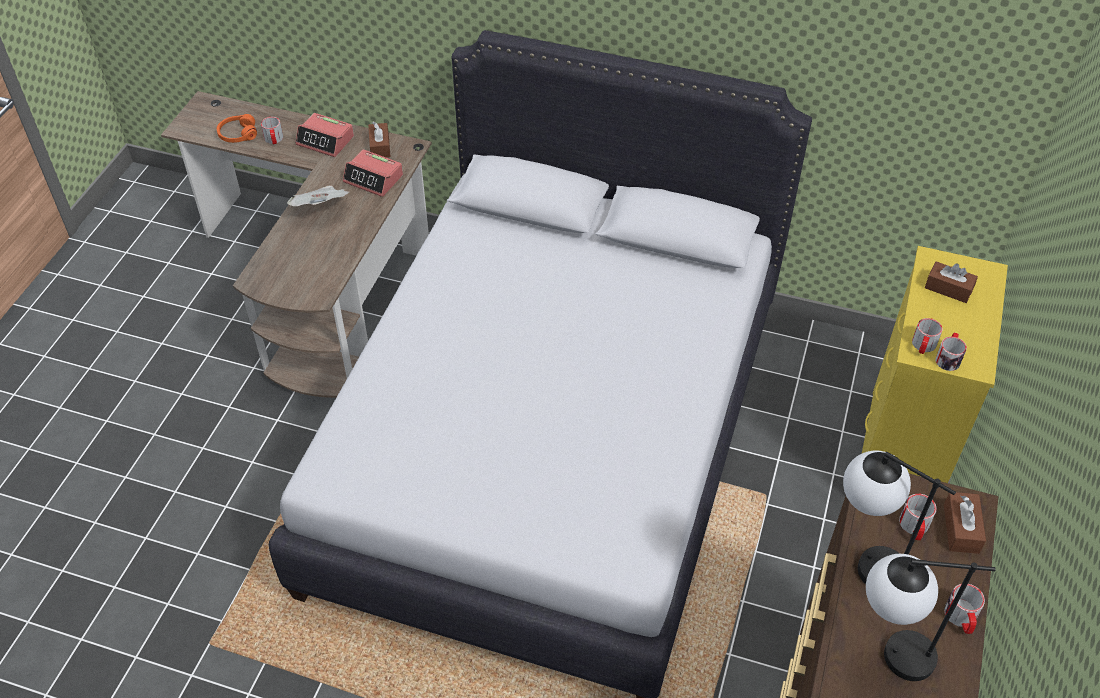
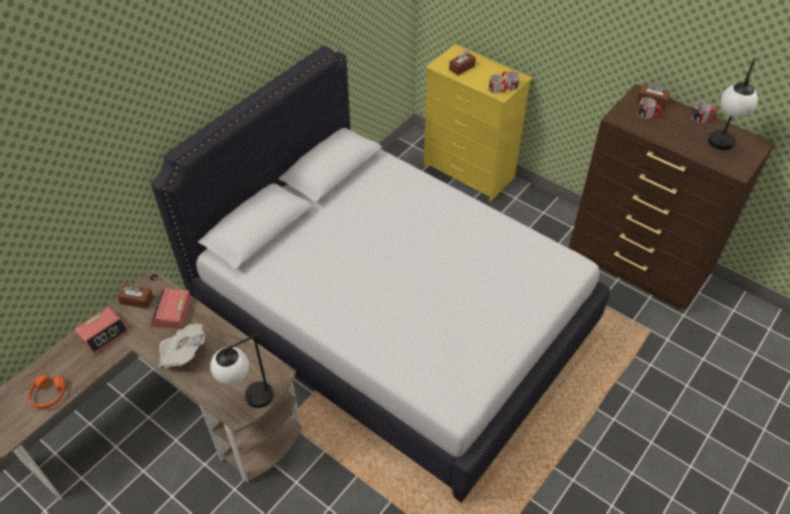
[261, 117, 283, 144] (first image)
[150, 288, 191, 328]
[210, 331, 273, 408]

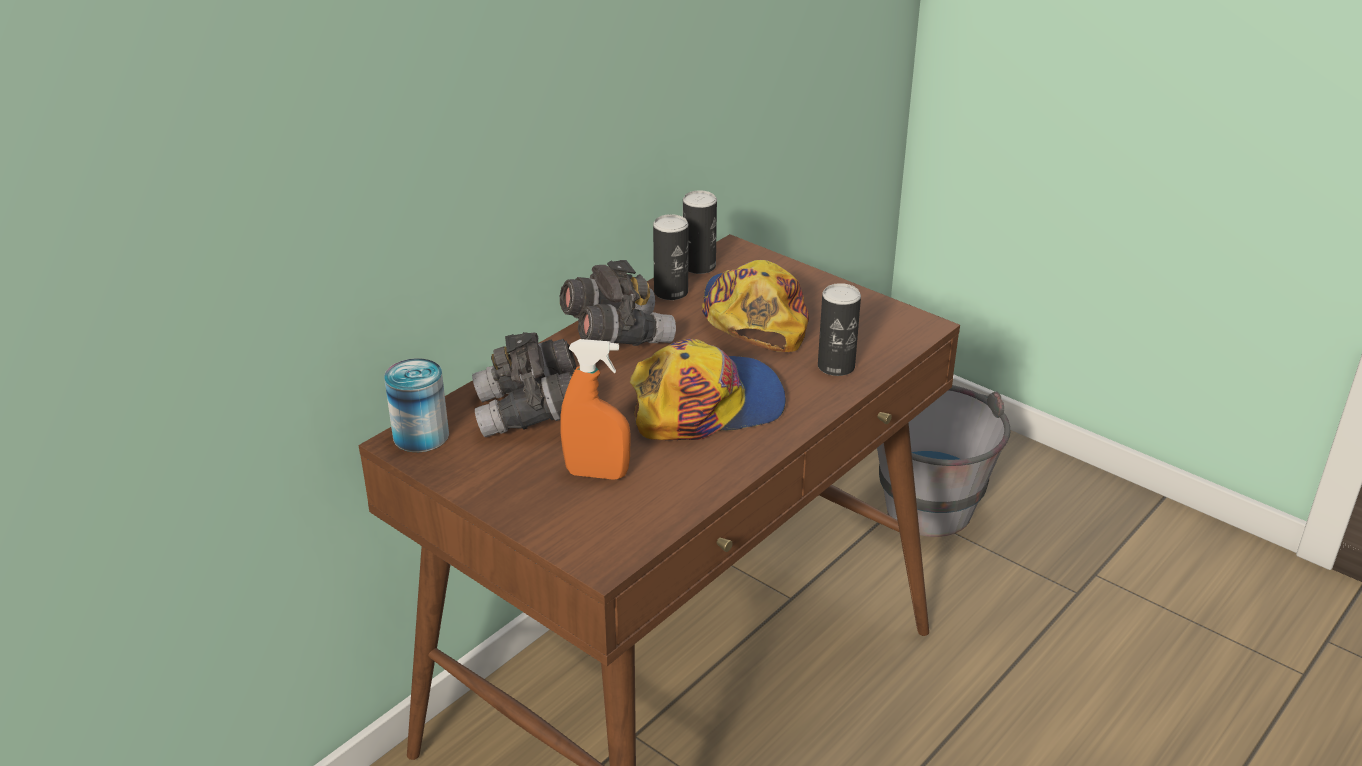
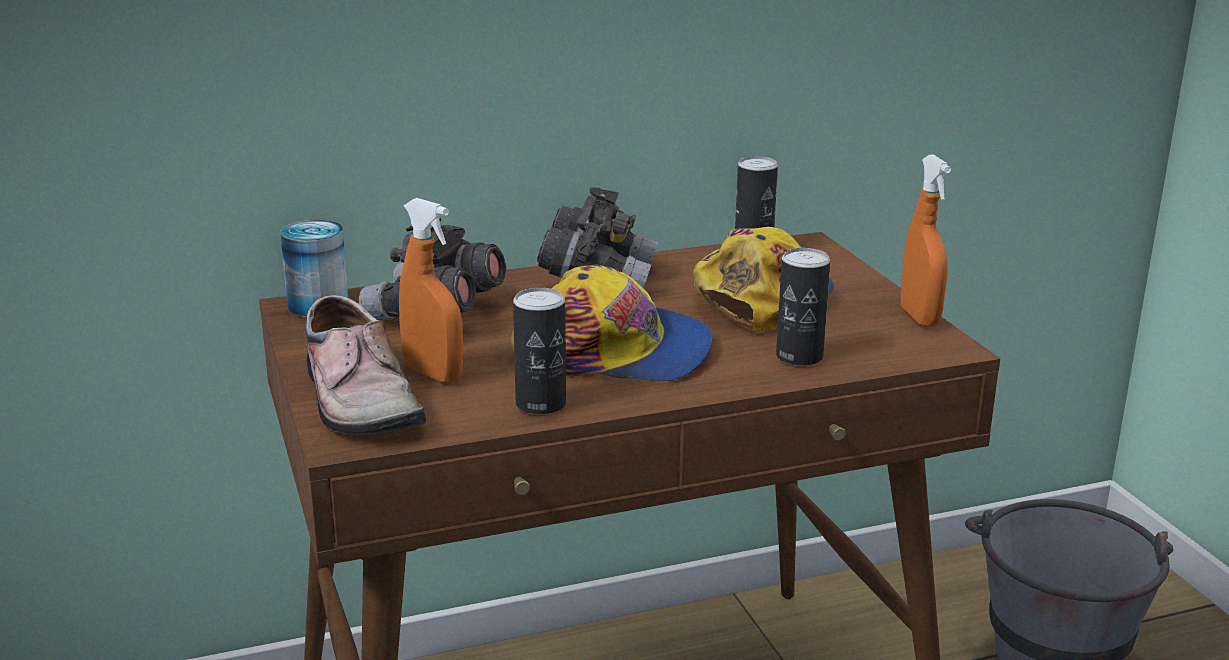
[513, 288, 566, 415]
[306, 295, 426, 435]
[901, 154, 951, 327]

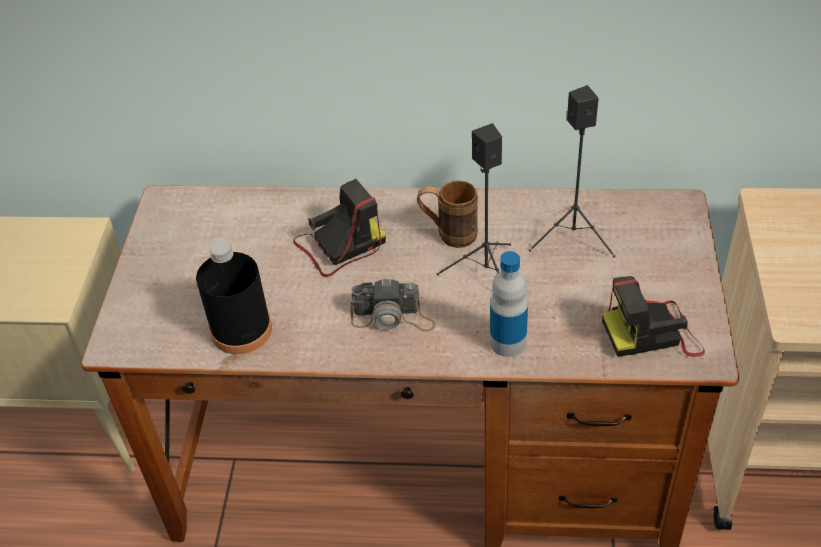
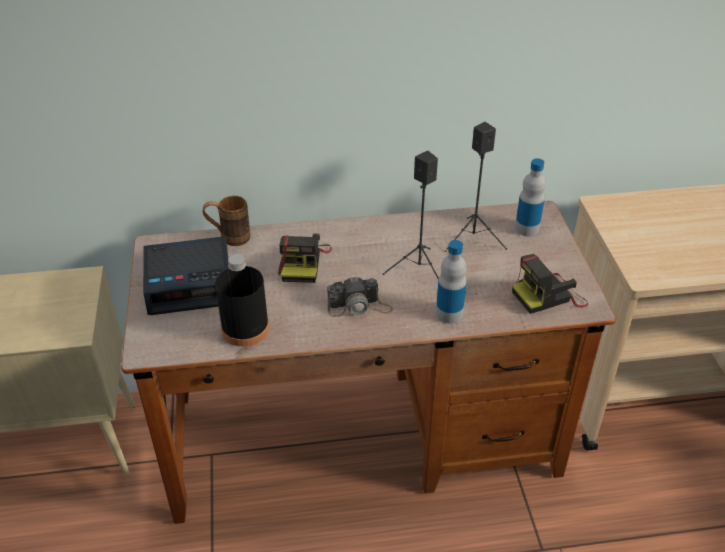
[278, 233, 332, 283]
[203, 196, 250, 246]
[143, 236, 229, 315]
[515, 158, 546, 237]

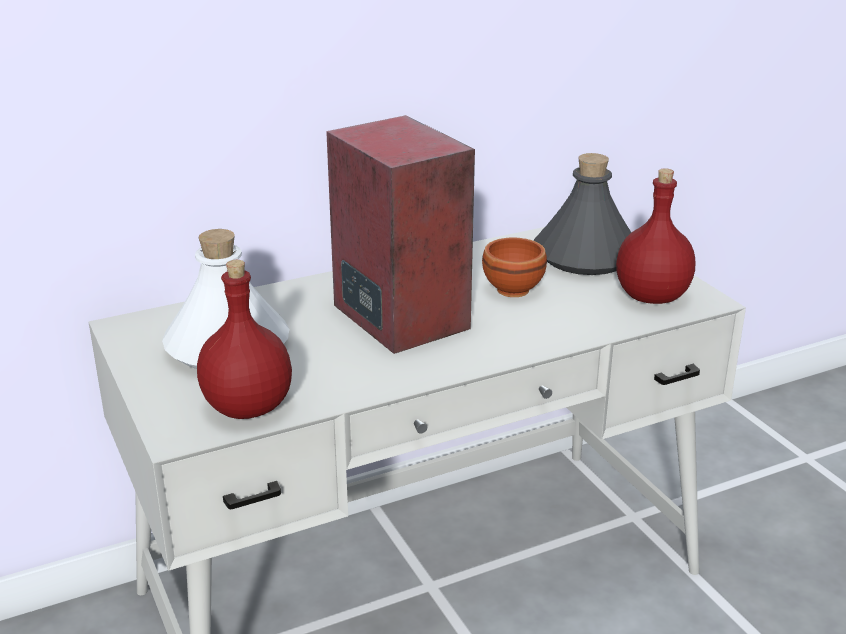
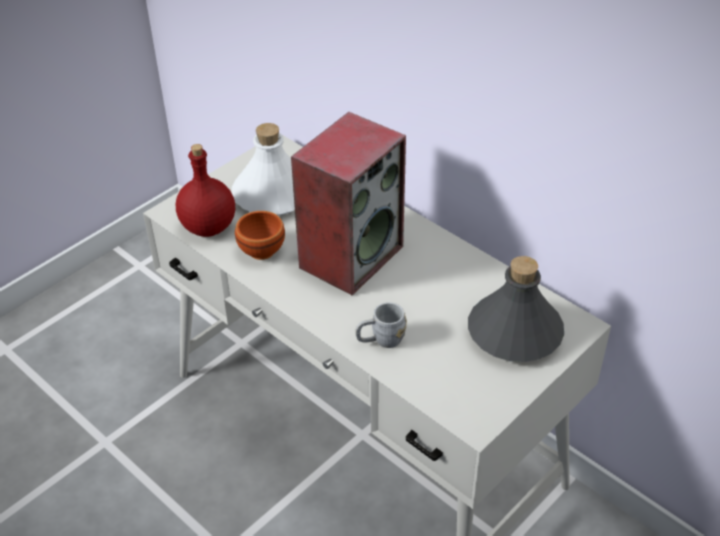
[235, 211, 285, 260]
[616, 168, 695, 304] (first image)
[355, 302, 407, 348]

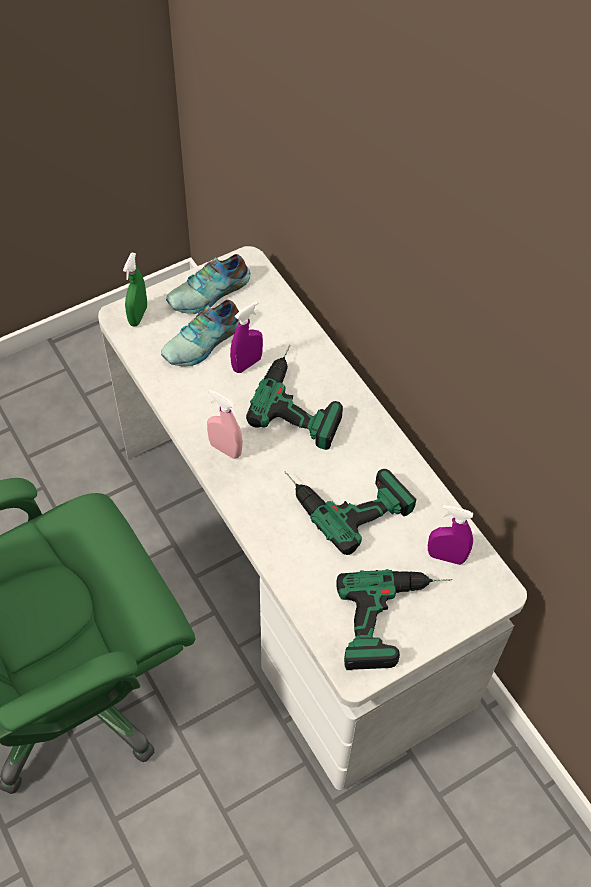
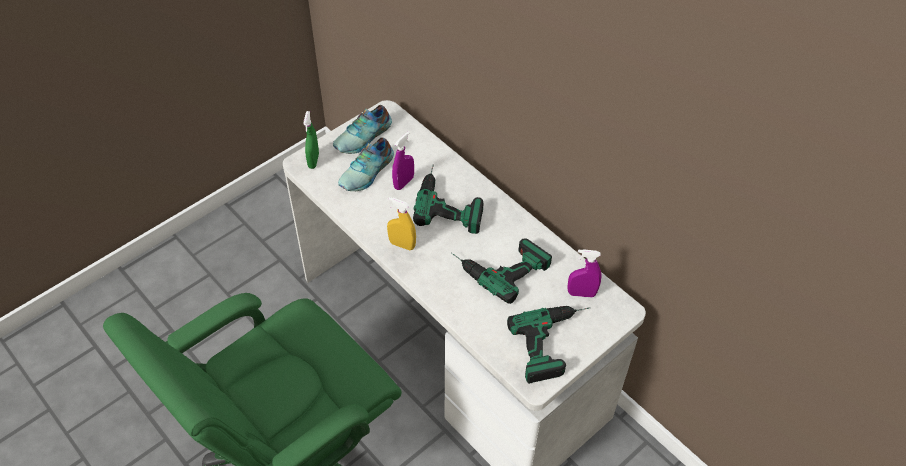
[387, 197, 416, 250]

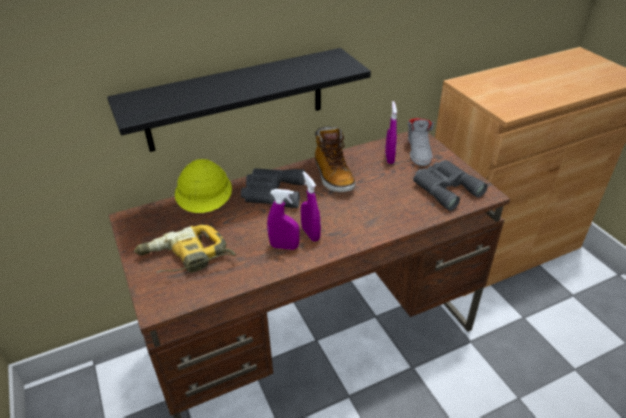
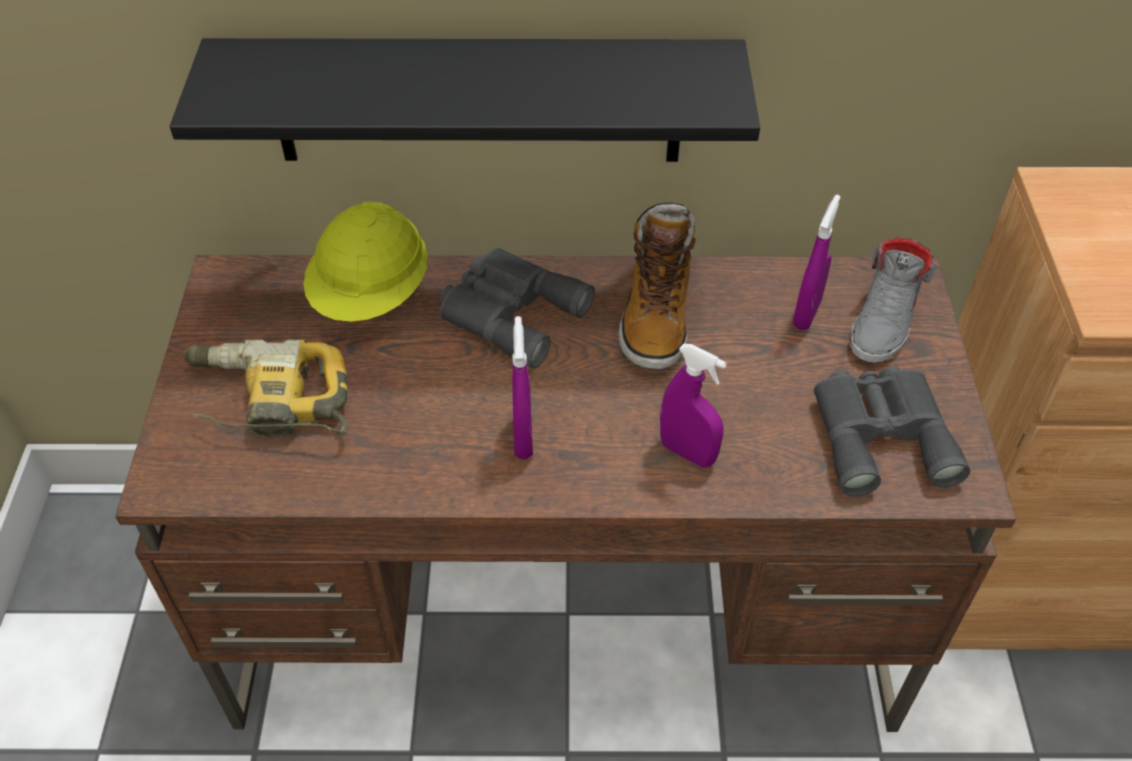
[660, 344, 727, 467]

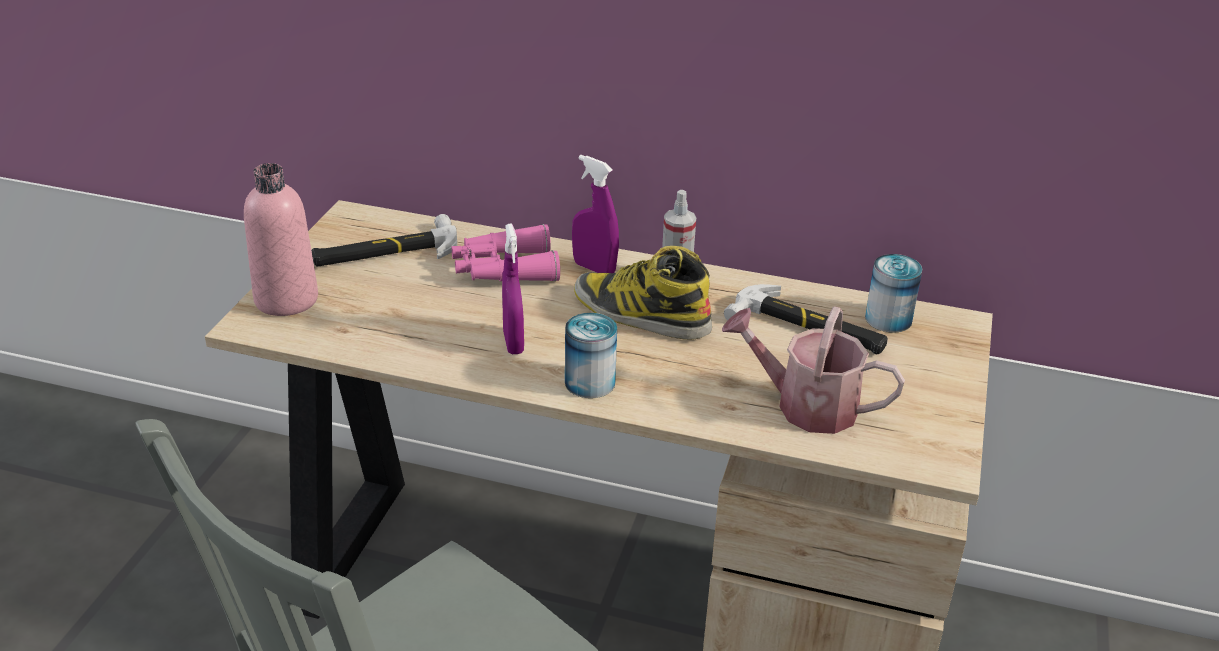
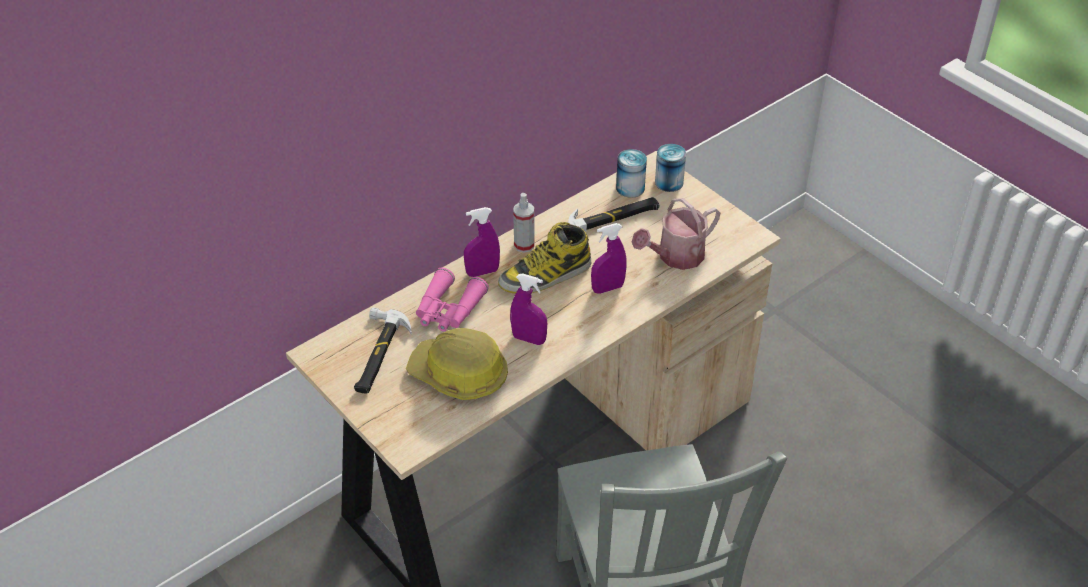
[244, 163, 318, 316] (first image)
[655, 144, 686, 192]
[406, 328, 508, 400]
[591, 223, 626, 294]

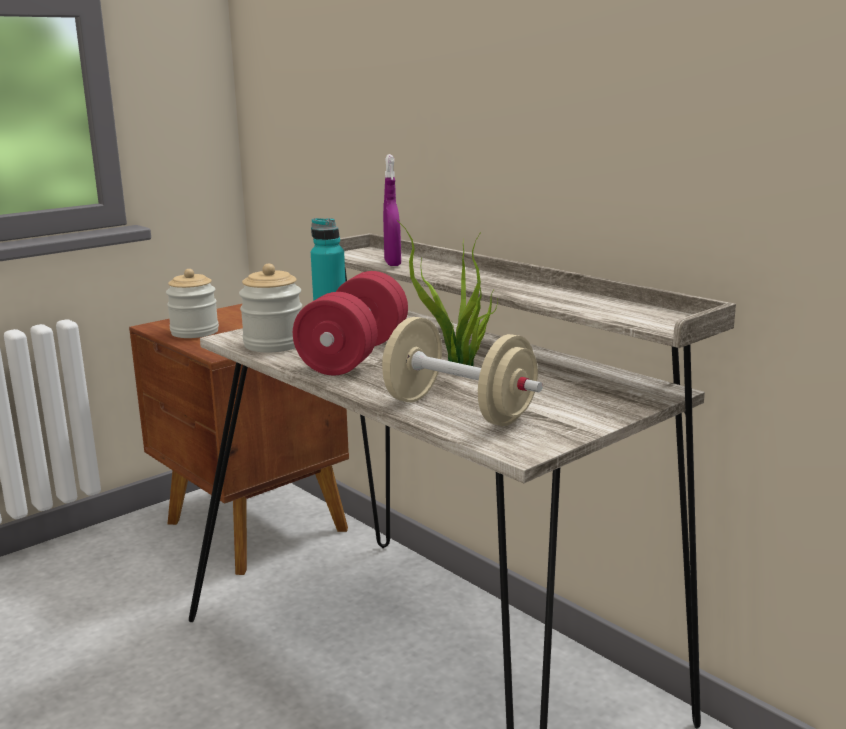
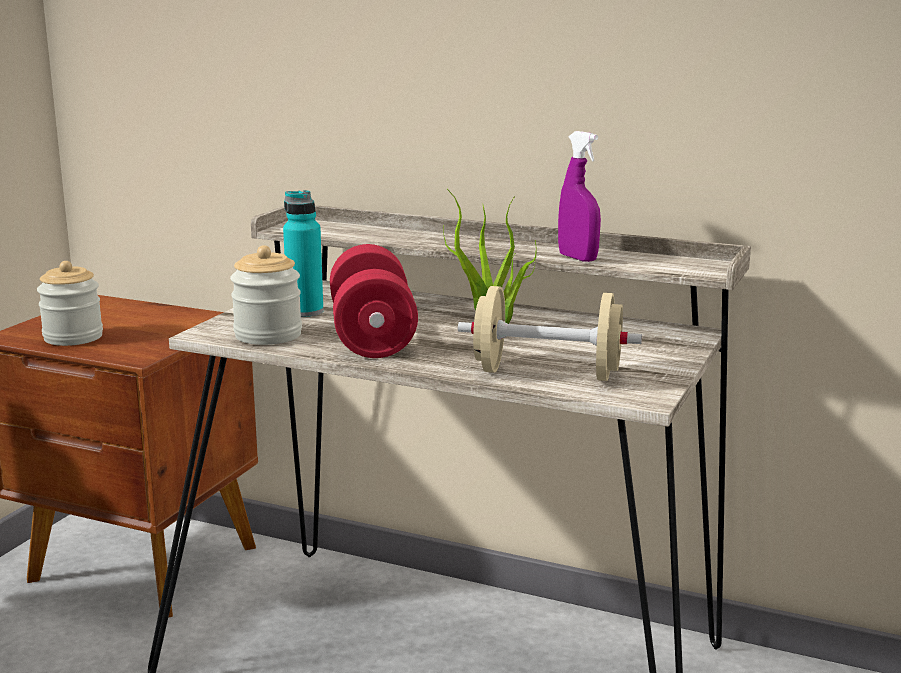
[558, 131, 601, 262]

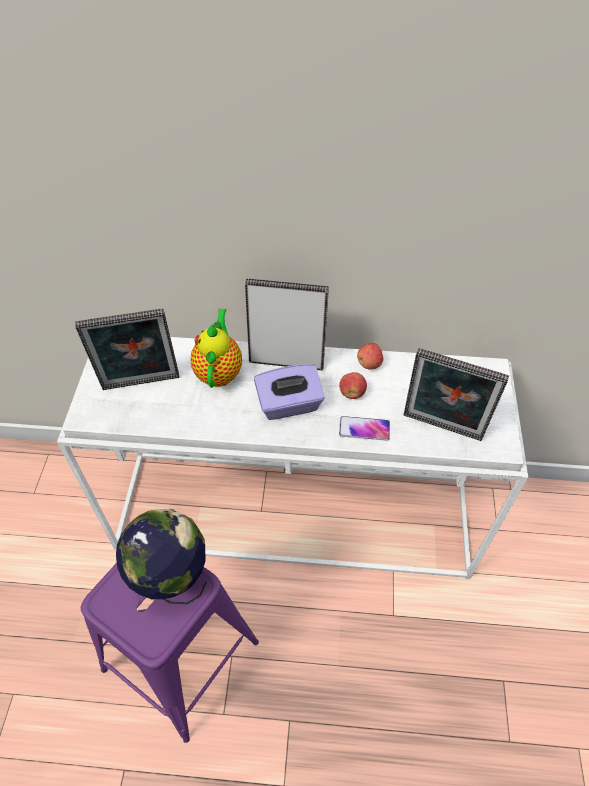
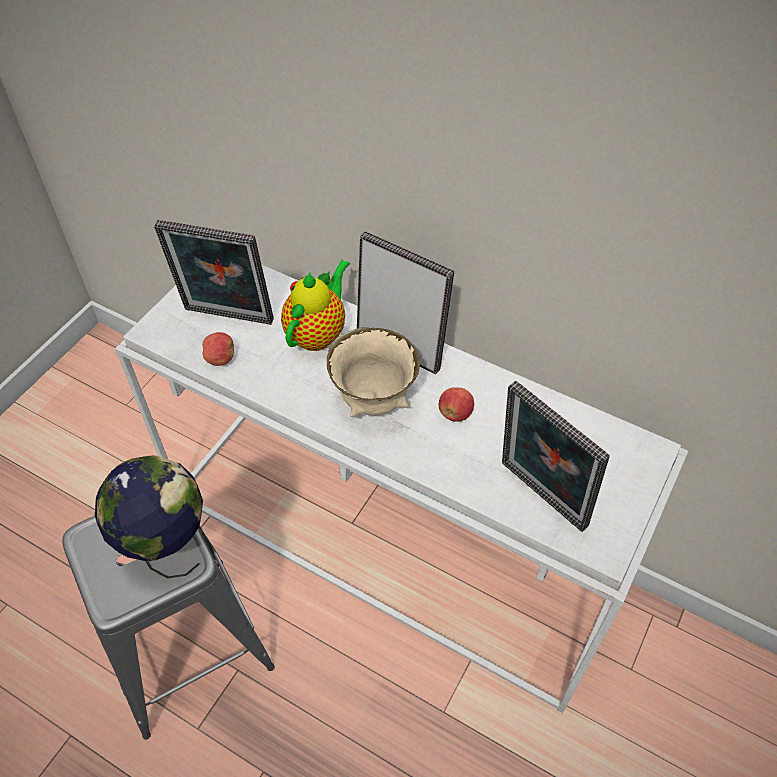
[62, 516, 275, 740]
[327, 327, 420, 417]
[339, 416, 390, 441] (first image)
[202, 332, 234, 366]

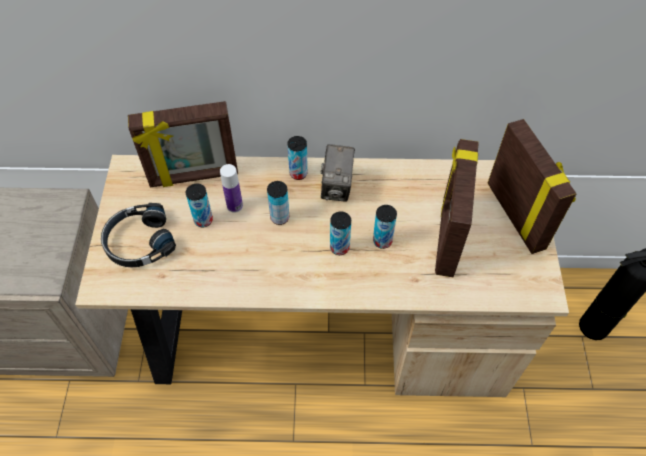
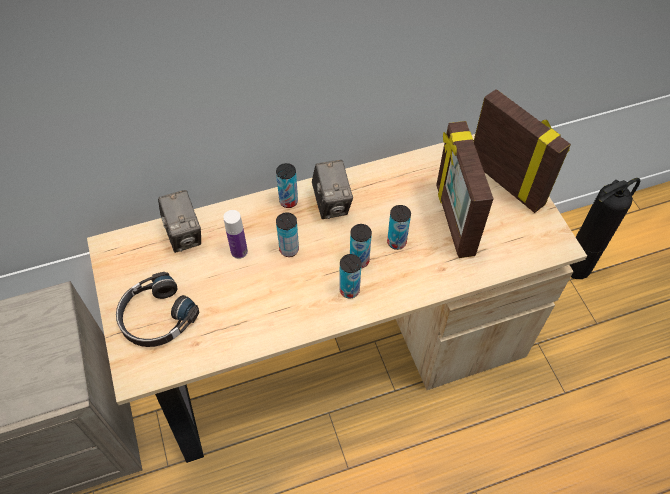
[158, 190, 201, 253]
[339, 254, 362, 299]

